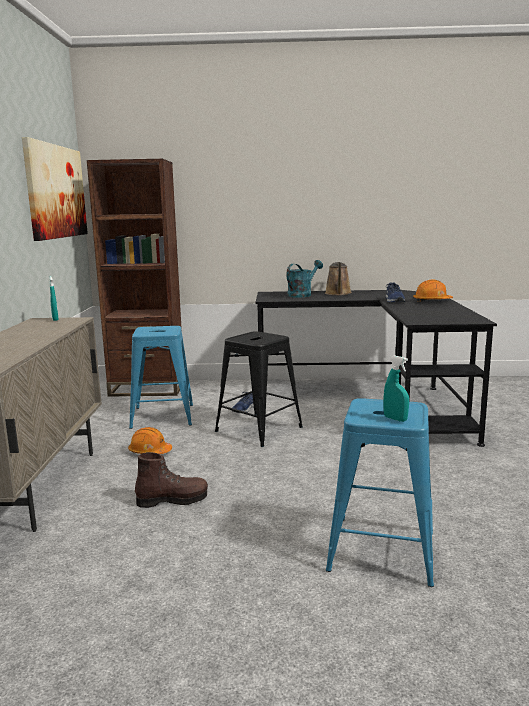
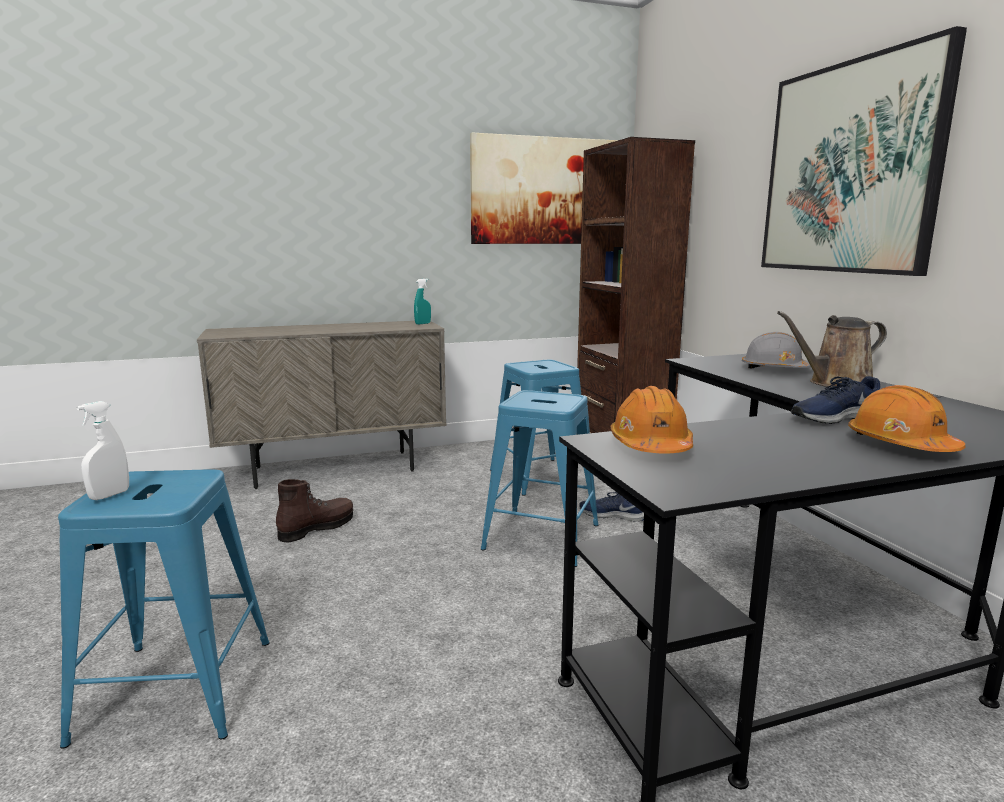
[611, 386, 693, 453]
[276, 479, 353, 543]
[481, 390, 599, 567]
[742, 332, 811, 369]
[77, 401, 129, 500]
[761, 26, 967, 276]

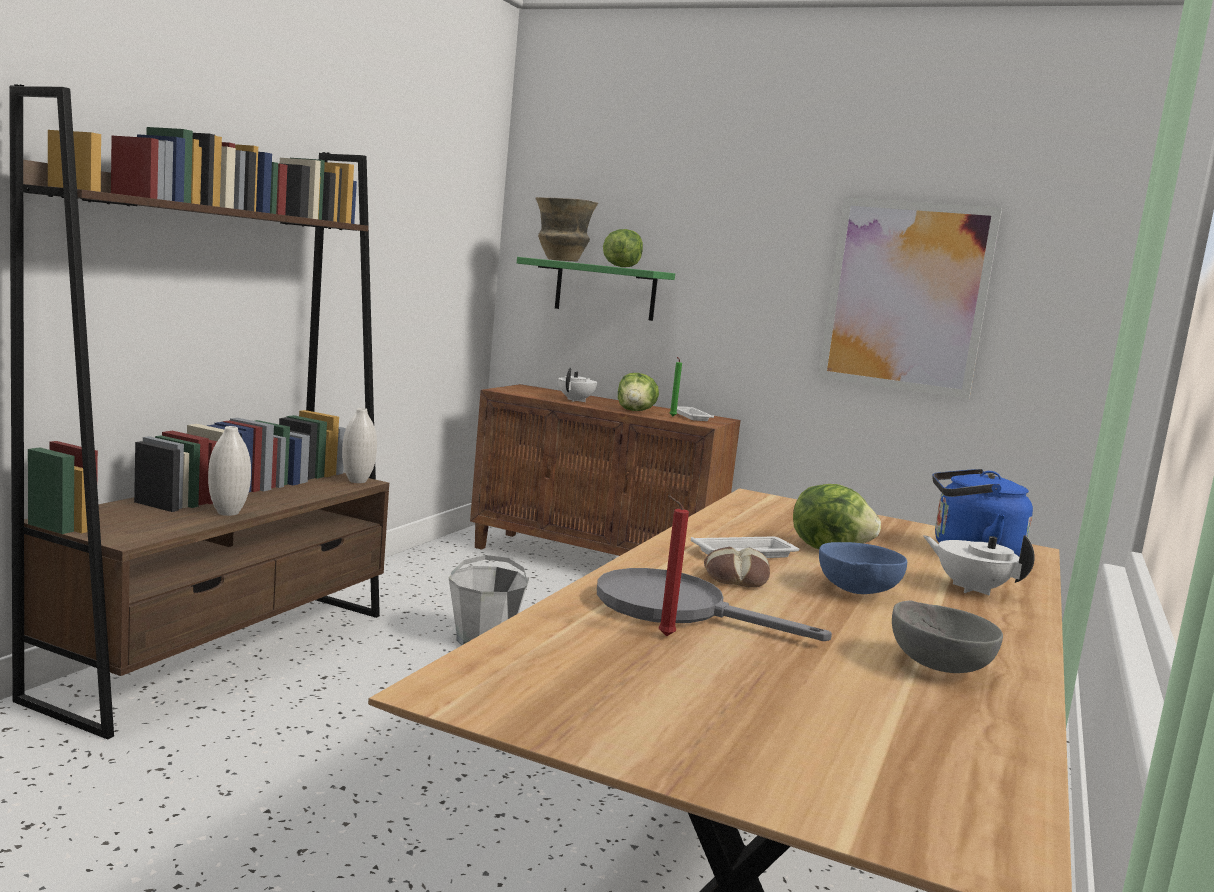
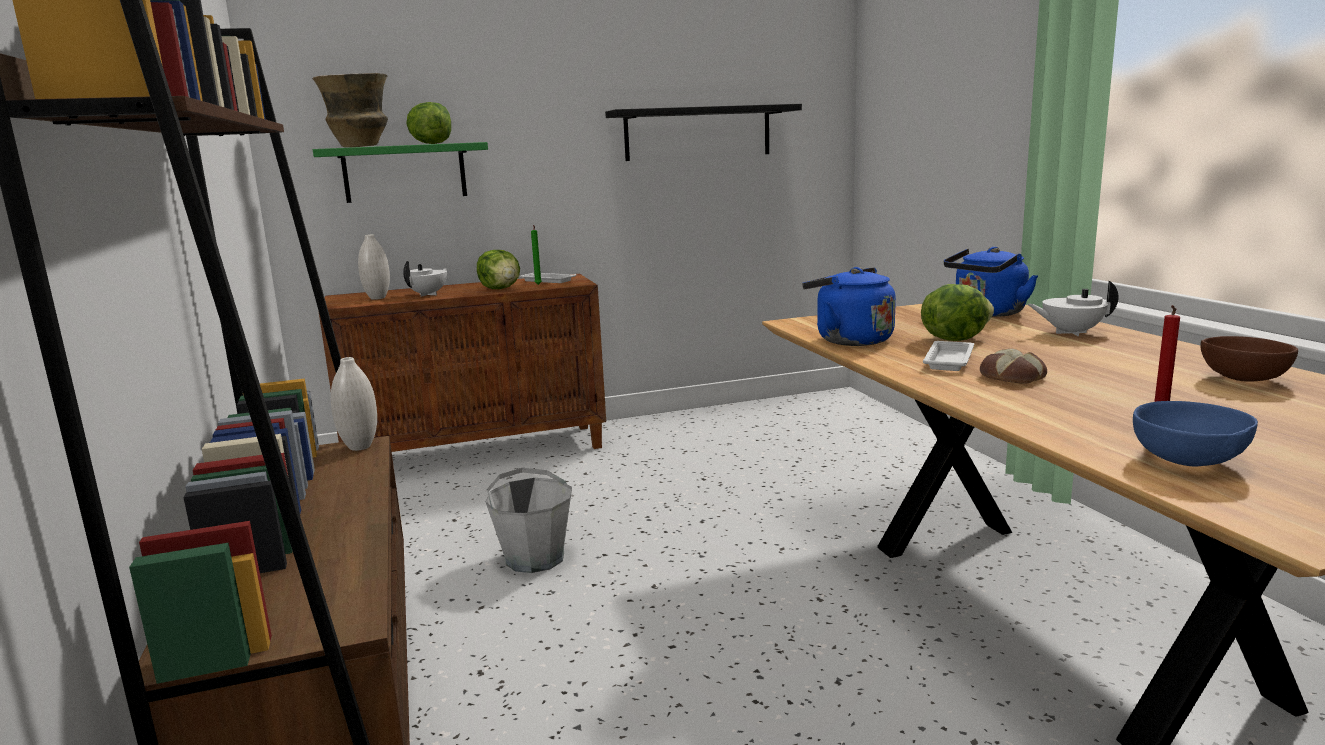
[358, 234, 390, 300]
[403, 261, 447, 297]
[597, 568, 832, 641] (first image)
[605, 104, 802, 161]
[1133, 401, 1258, 466]
[1200, 336, 1298, 382]
[802, 267, 896, 346]

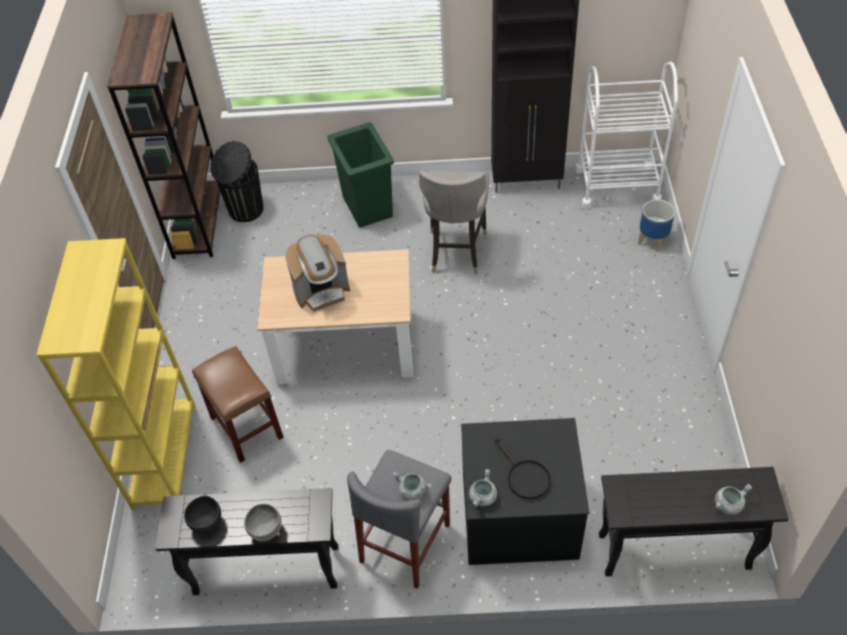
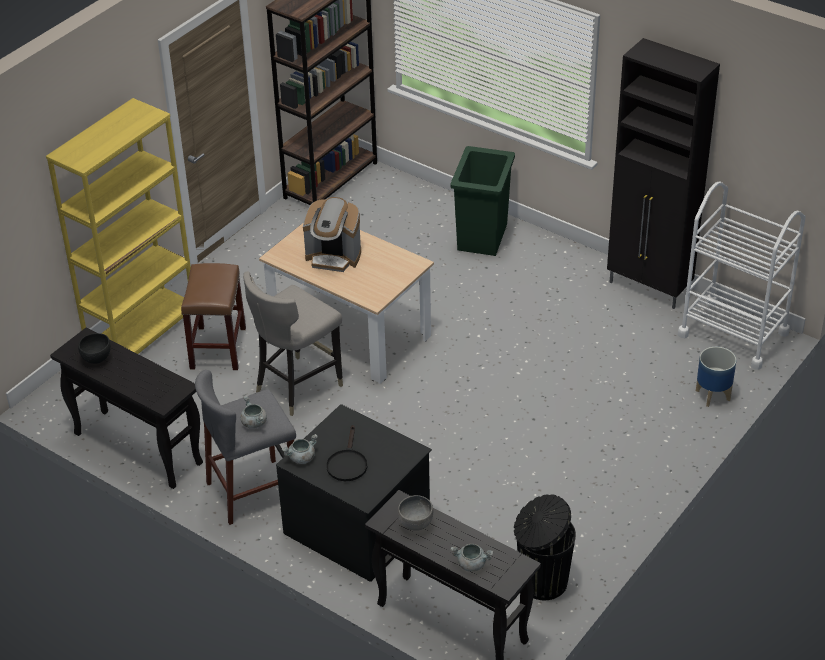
[514, 494, 576, 601]
[398, 495, 433, 531]
[243, 271, 343, 416]

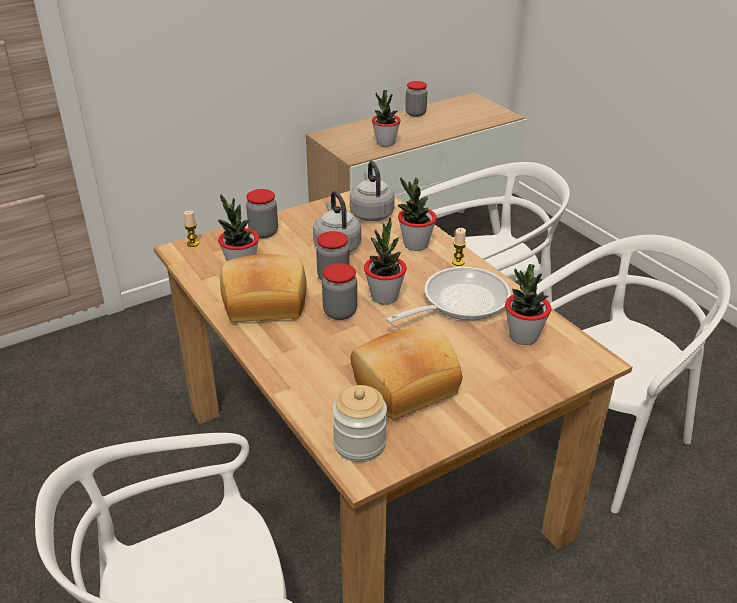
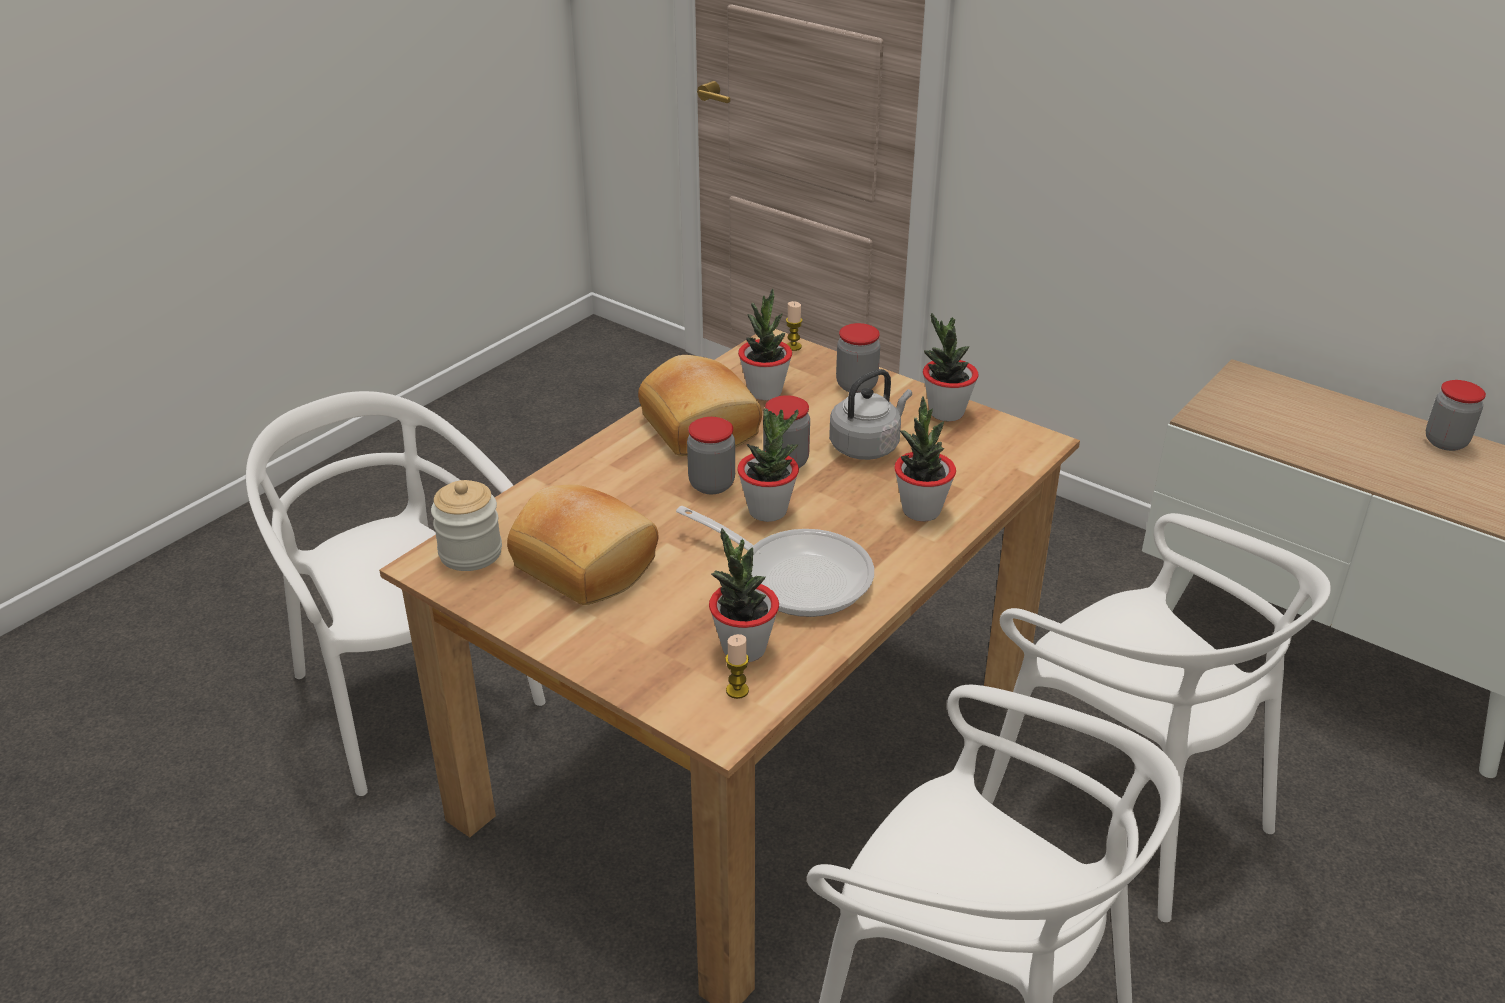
[350, 161, 395, 221] (first image)
[923, 313, 978, 422]
[725, 634, 749, 699]

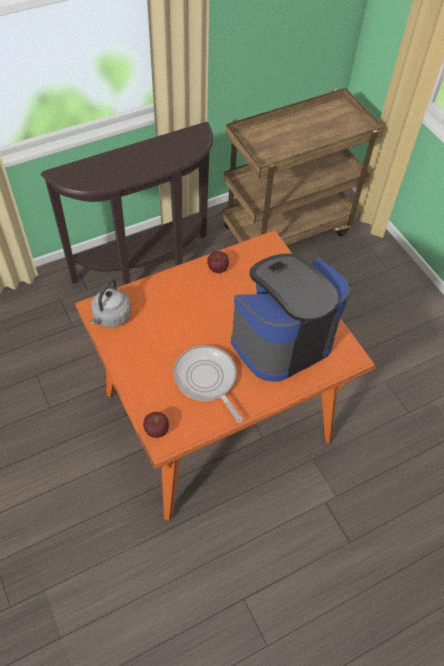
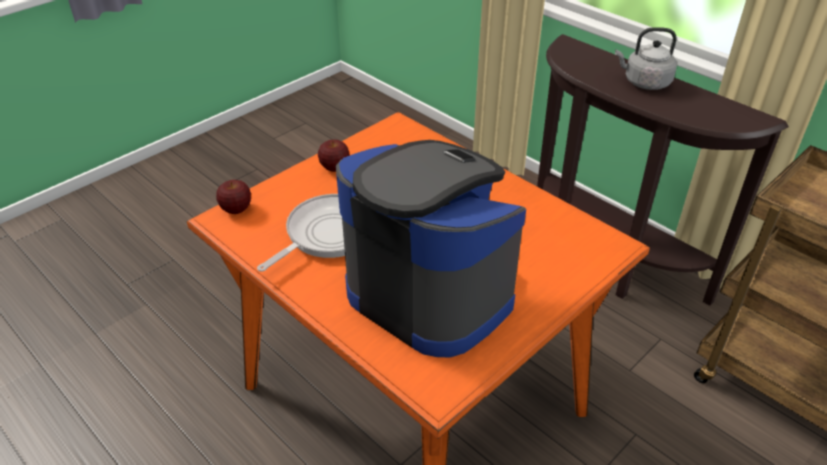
[615, 27, 677, 90]
[318, 139, 350, 172]

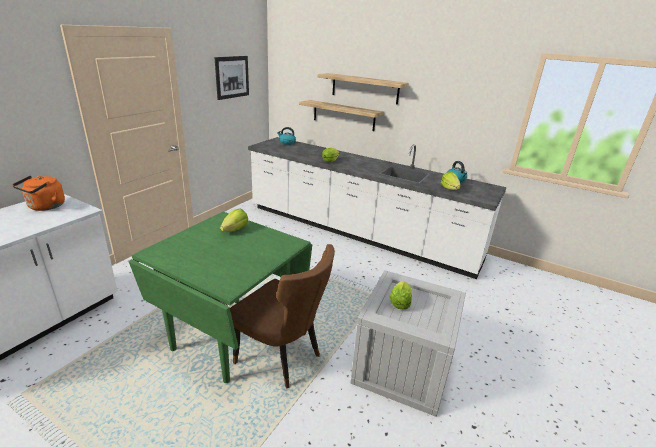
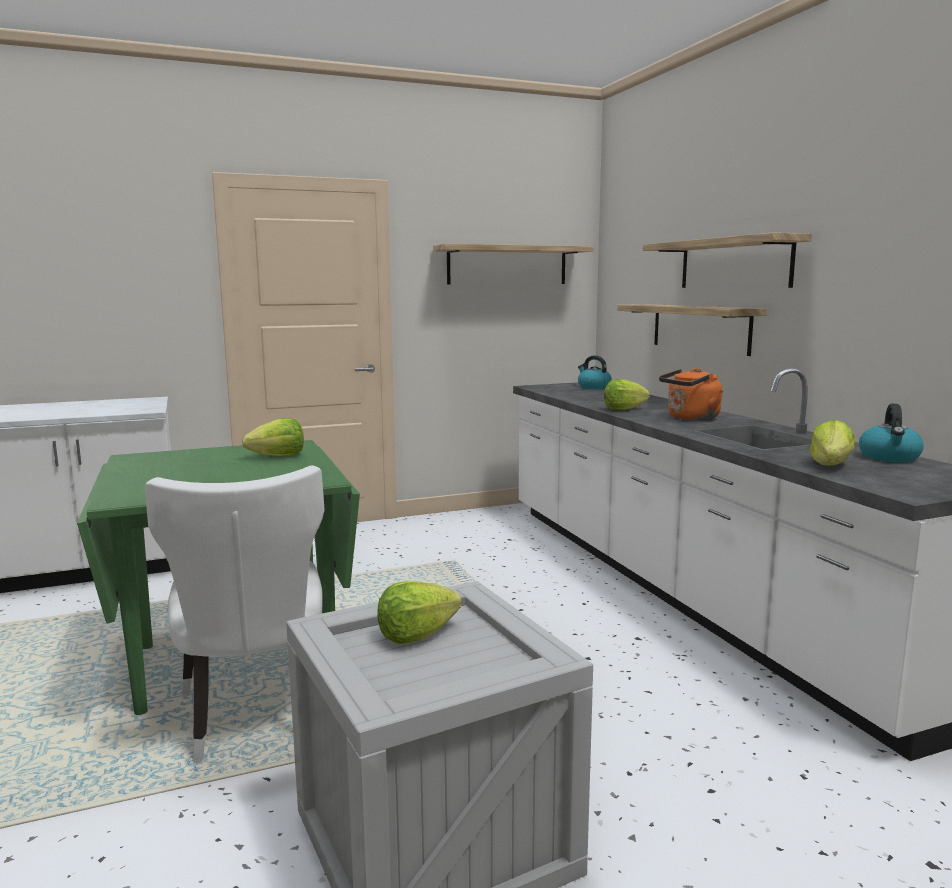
[659, 368, 723, 420]
[433, 244, 593, 285]
[145, 465, 324, 763]

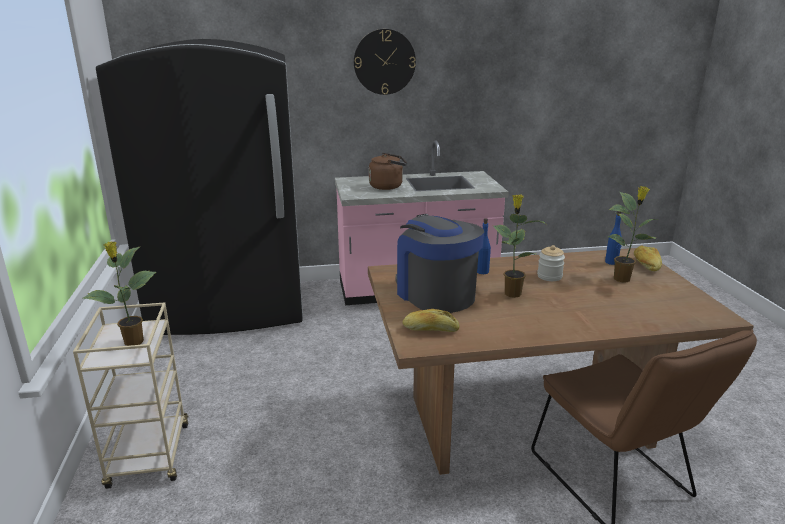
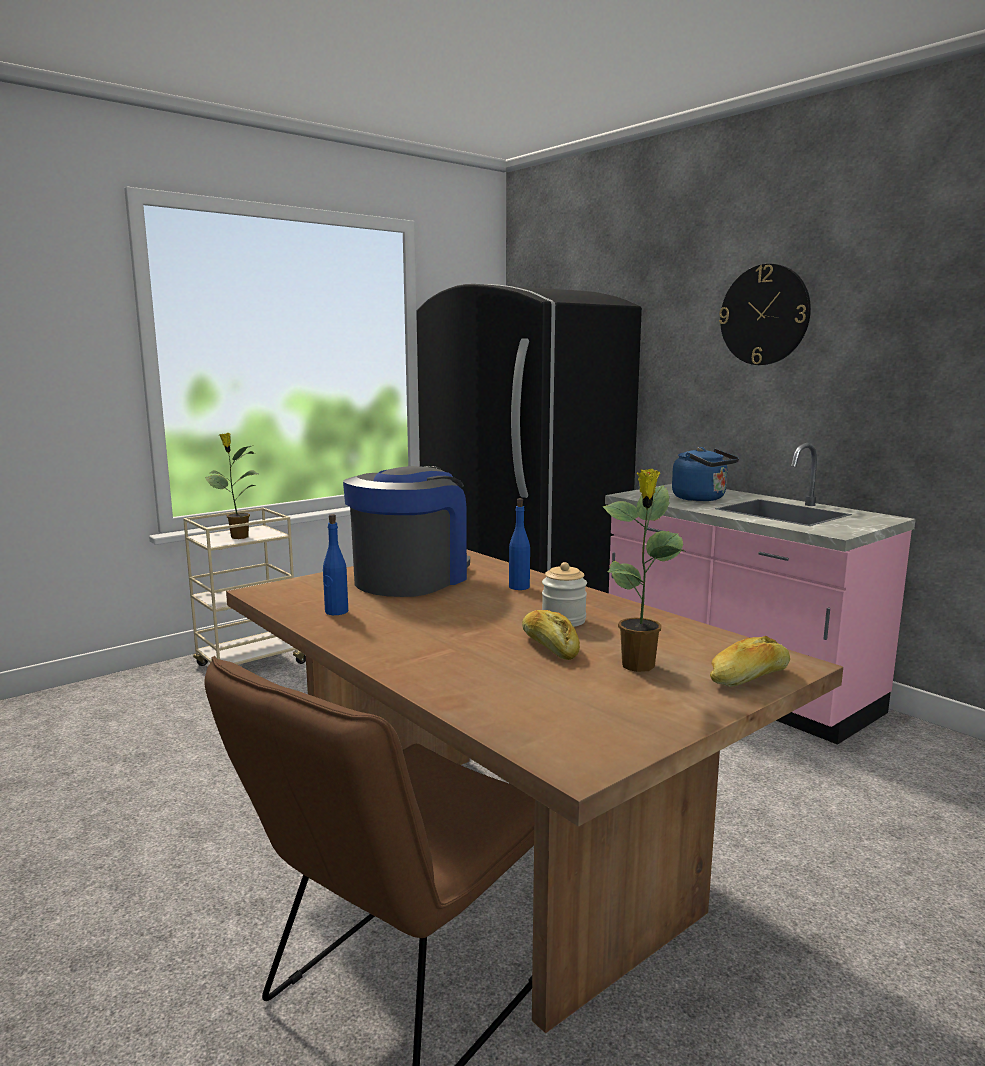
[672, 447, 739, 501]
[522, 610, 580, 660]
[493, 194, 548, 298] (first image)
[323, 514, 348, 615]

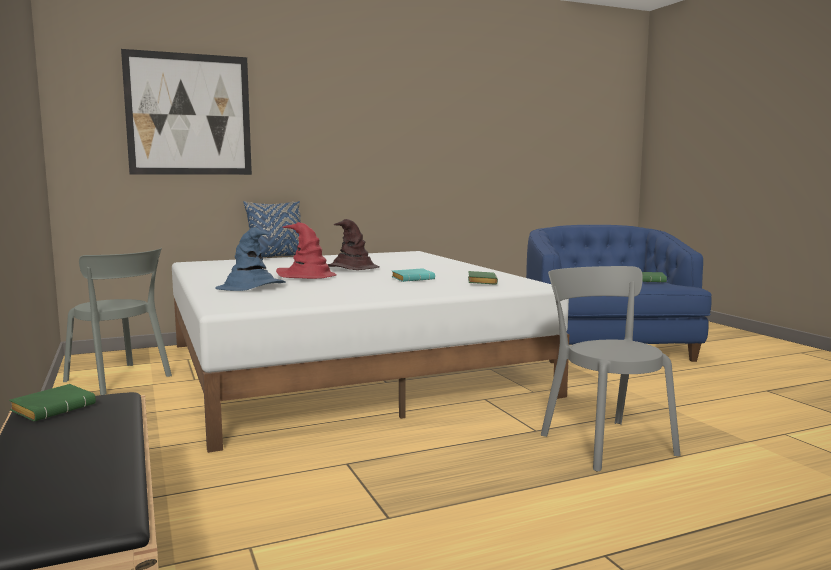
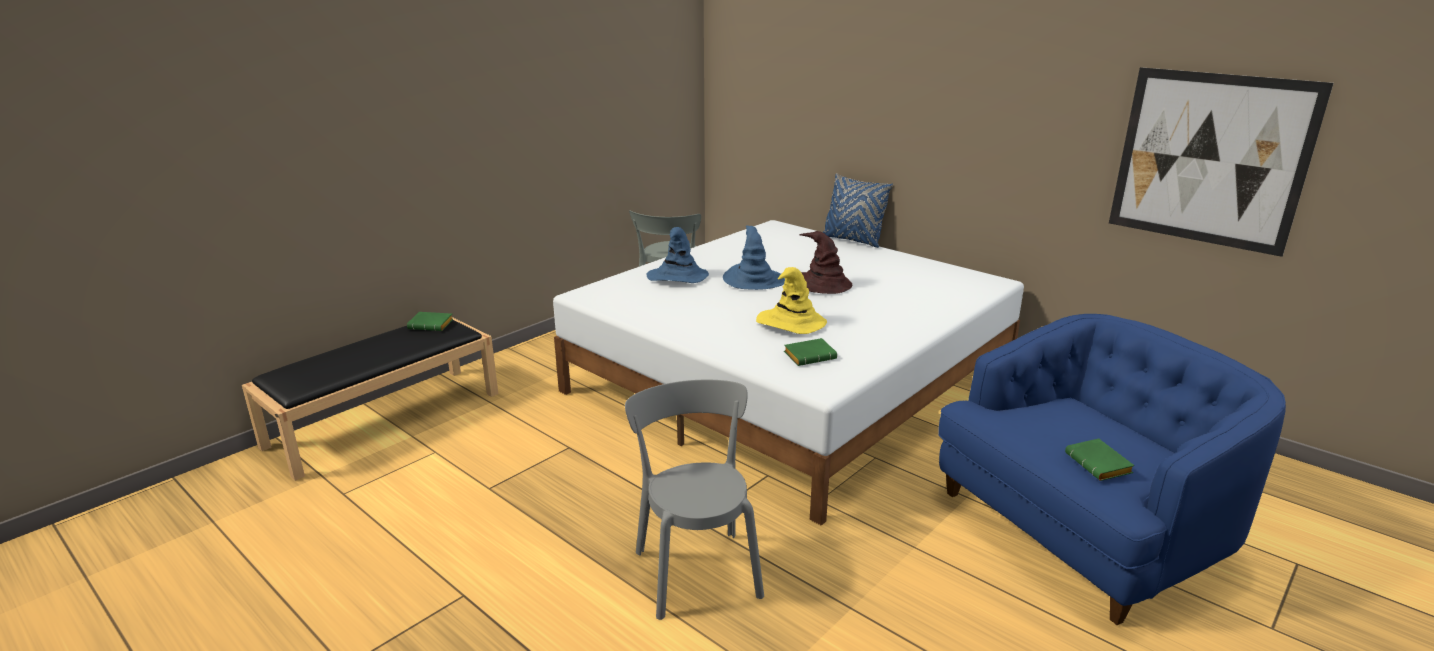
[1109, 67, 1334, 257]
[723, 226, 785, 290]
[756, 267, 827, 334]
[625, 380, 764, 620]

